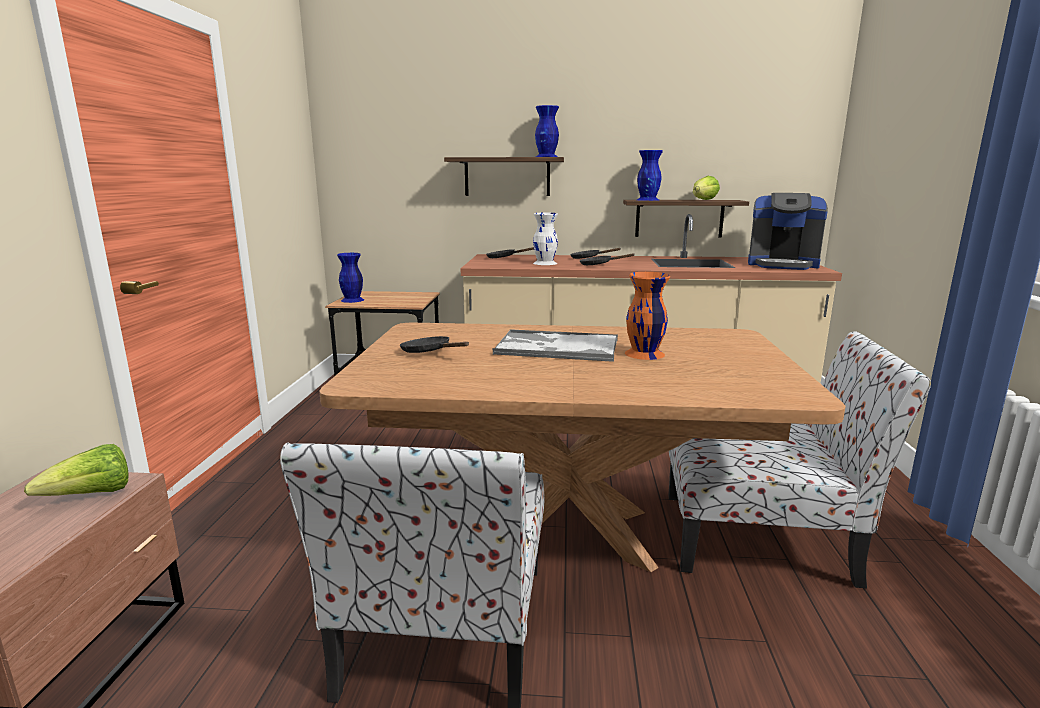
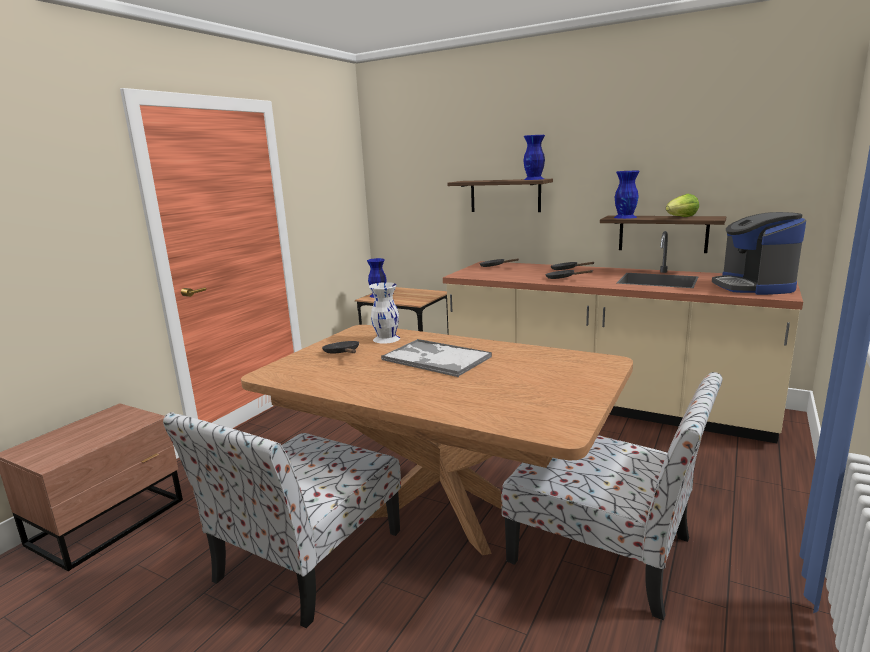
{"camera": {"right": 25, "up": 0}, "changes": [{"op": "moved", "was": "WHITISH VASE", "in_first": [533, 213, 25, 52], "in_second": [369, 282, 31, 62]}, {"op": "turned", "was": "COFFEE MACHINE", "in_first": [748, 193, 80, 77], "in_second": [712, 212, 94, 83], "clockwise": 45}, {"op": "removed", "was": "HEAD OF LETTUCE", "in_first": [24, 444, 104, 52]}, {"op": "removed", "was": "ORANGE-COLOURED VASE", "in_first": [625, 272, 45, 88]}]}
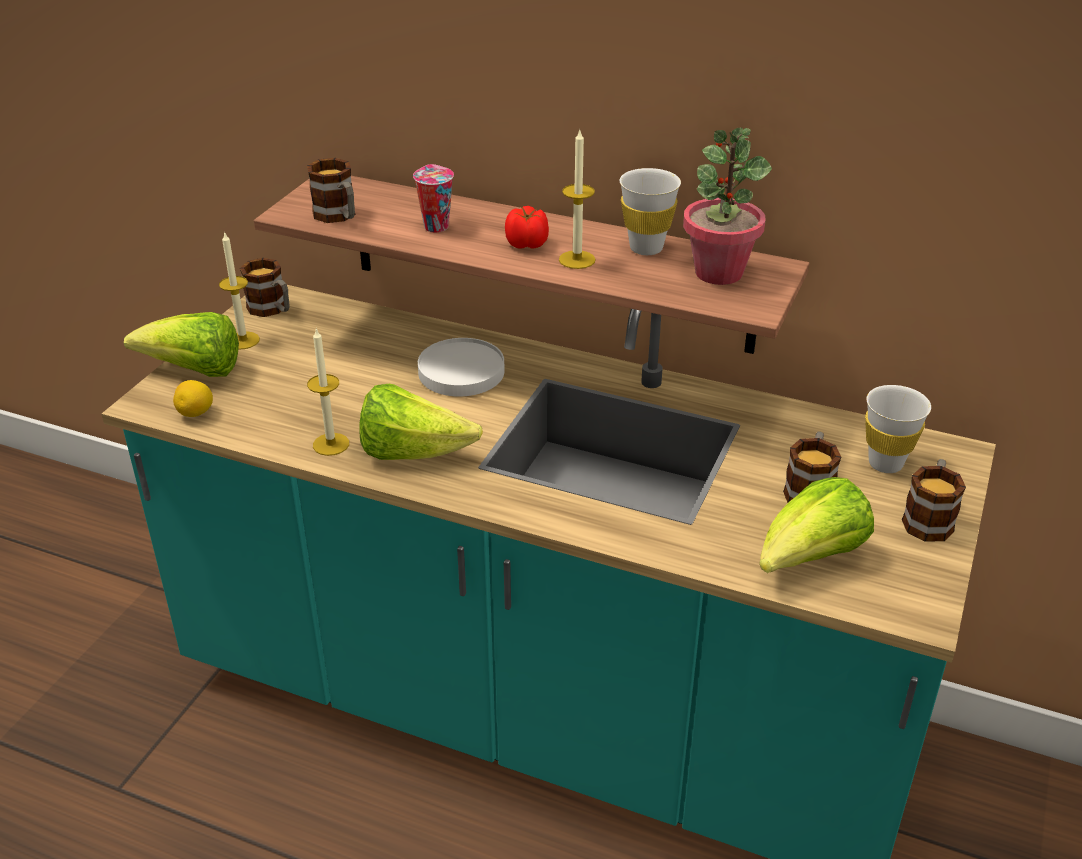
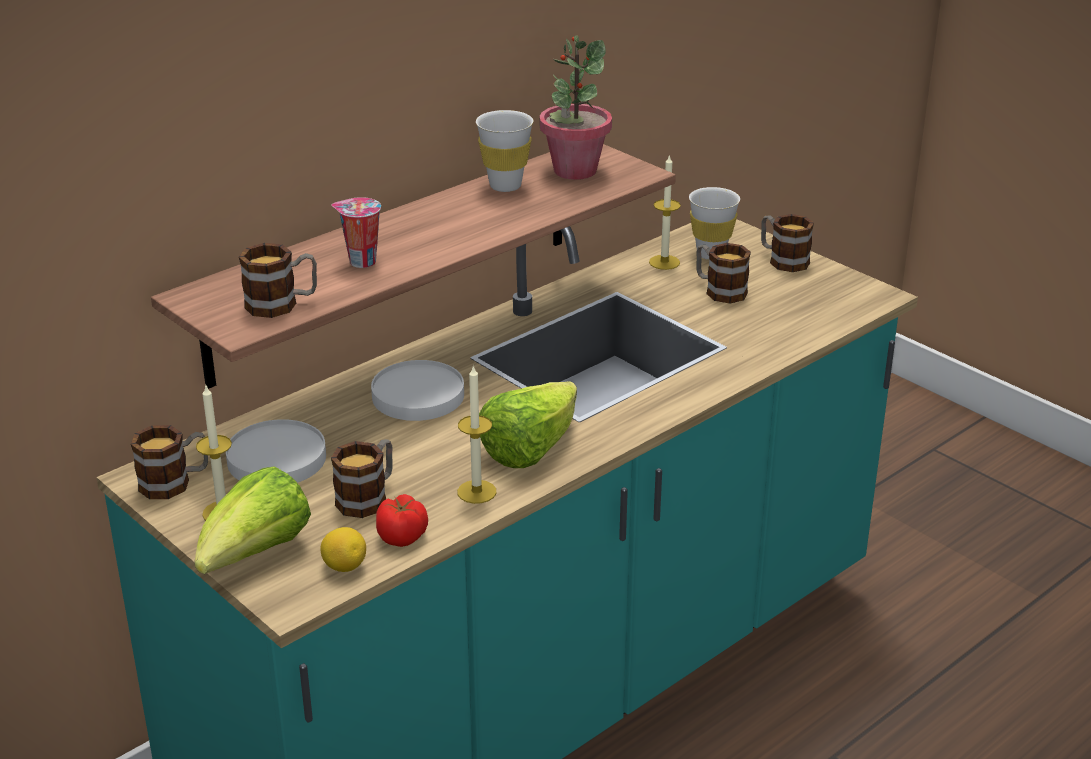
{"camera": {"right": -65, "up": -5}, "changes": [{"op": "added", "now": "WHITISH FLAT DISH", "in_second": [226, 419, 100, 64]}, {"op": "added", "now": "TEA MUG", "in_second": [331, 439, 62, 79]}, {"op": "moved", "was": "FRESH TOMATO", "in_first": [505, 206, 44, 42], "in_second": [376, 494, 52, 53]}, {"op": "moved", "was": "CANDLE", "in_first": [559, 130, 37, 139], "in_second": [649, 154, 32, 116]}, {"op": "removed", "was": "HEAD OF LETTUCE", "in_first": [759, 477, 115, 96]}]}
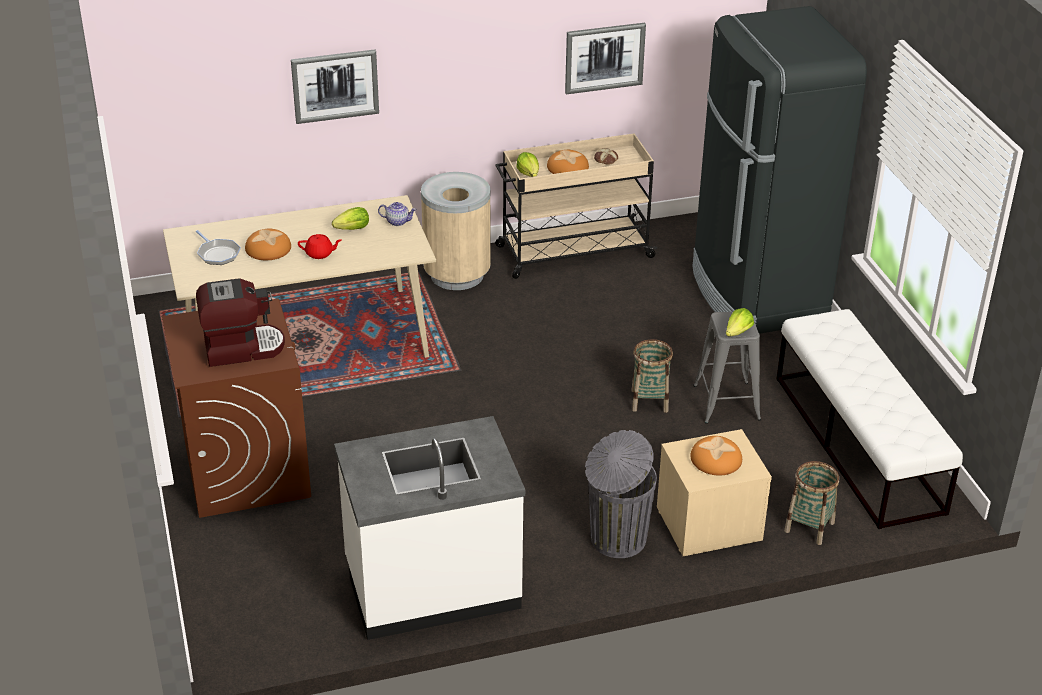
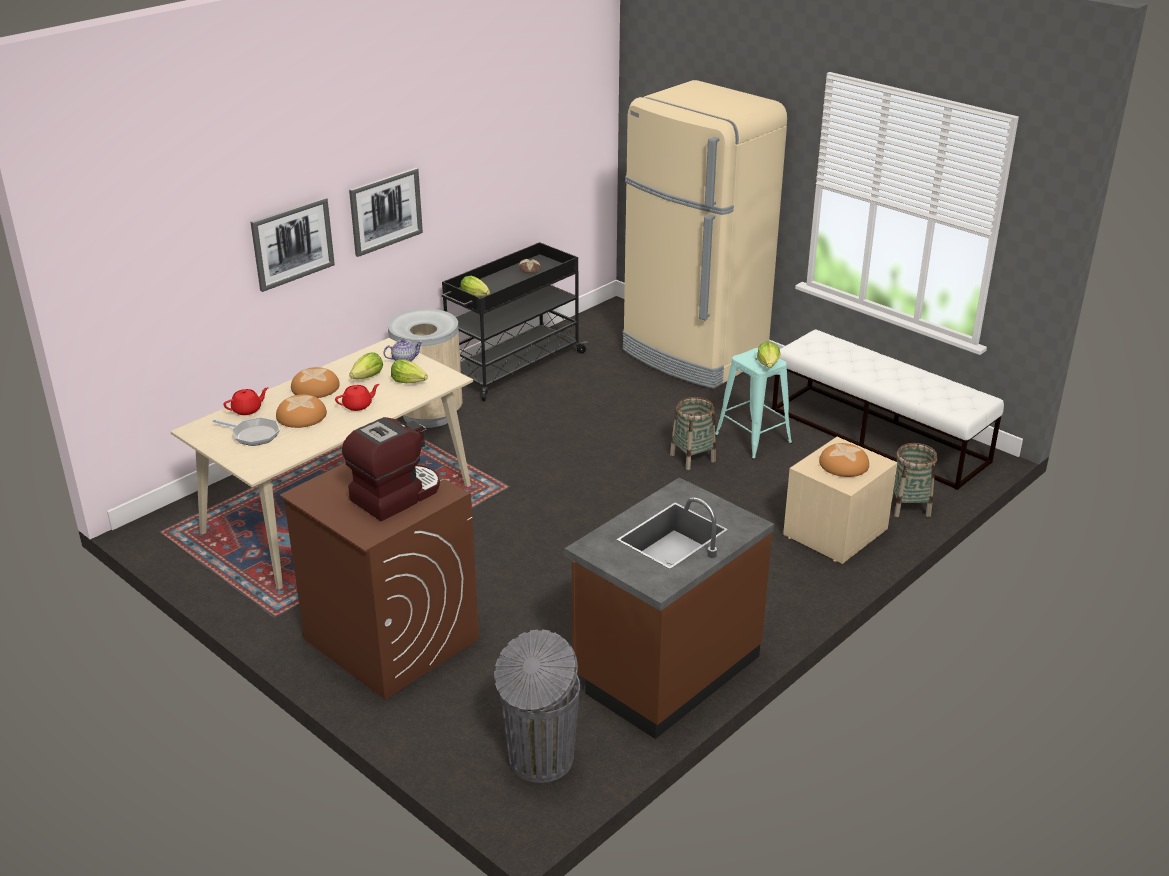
{"camera": {"right": -30, "up": -5}, "changes": [{"op": "added", "now": "RED TEA POT", "in_second": [223, 387, 46, 28]}, {"op": "moved", "was": "BREAD", "in_first": [547, 150, 42, 24], "in_second": [291, 367, 49, 31]}, {"op": "moved", "was": "PICTURE", "in_first": [565, 23, 81, 71], "in_second": [349, 168, 74, 89]}, {"op": "added", "now": "HEAD OF LETTUCE", "in_second": [391, 359, 37, 24]}, {"op": "recoloured", "was": "BEIGE-COLOURED CART", "now": "BLACK-COLOURED CART", "in_first": [495, 133, 163, 146], "in_second": [442, 242, 146, 159]}, {"op": "moved", "was": "GREYISH RUBBISH BIN", "in_first": [585, 430, 72, 128], "in_second": [494, 629, 86, 154]}, {"op": "recoloured", "was": "WHITISH KITCHEN COUNTER", "now": "BROWN-COLOURED KITCHEN COUNTER", "in_first": [334, 416, 191, 224], "in_second": [564, 477, 210, 262]}, {"op": "recoloured", "was": "BLACK-COLOURED FRIDGE", "now": "BEIGE-COLOURED FRIDGE", "in_first": [692, 6, 175, 328], "in_second": [623, 80, 164, 309]}, {"op": "recoloured", "was": "GREYISH STOOL", "now": "TURQUOISE STOOL", "in_first": [693, 312, 68, 112], "in_second": [715, 348, 77, 112]}]}
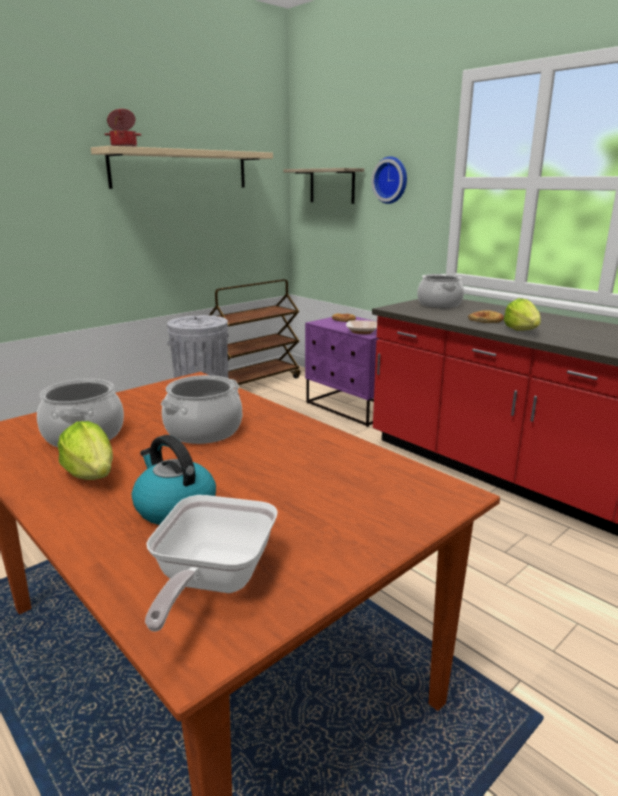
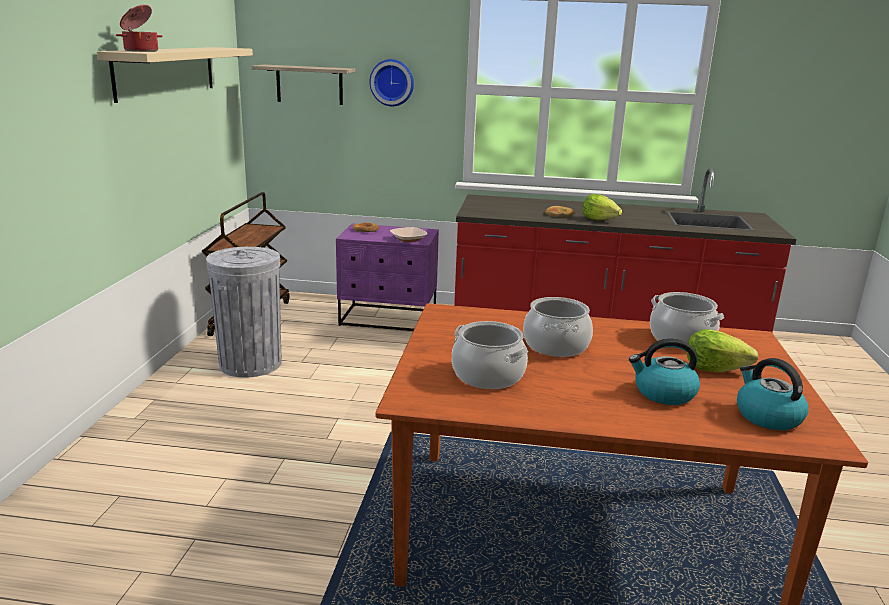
{"camera": {"right": -40, "up": 0}, "changes": [{"op": "moved", "was": "COOKING POT", "in_first": [417, 274, 47, 34], "in_second": [650, 292, 74, 51]}, {"op": "moved", "was": "HEAD OF LETTUCE", "in_first": [58, 421, 55, 59], "in_second": [687, 329, 71, 43]}, {"op": "replaced", "was": "PAN", "now": "KETTLE", "in_first": [145, 495, 133, 137], "in_second": [737, 358, 71, 72]}]}
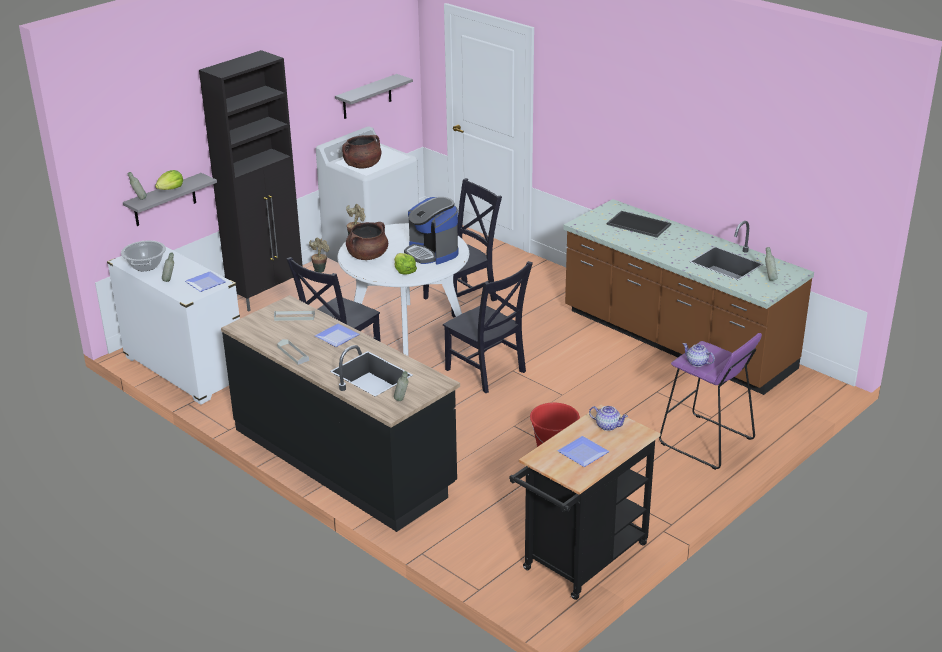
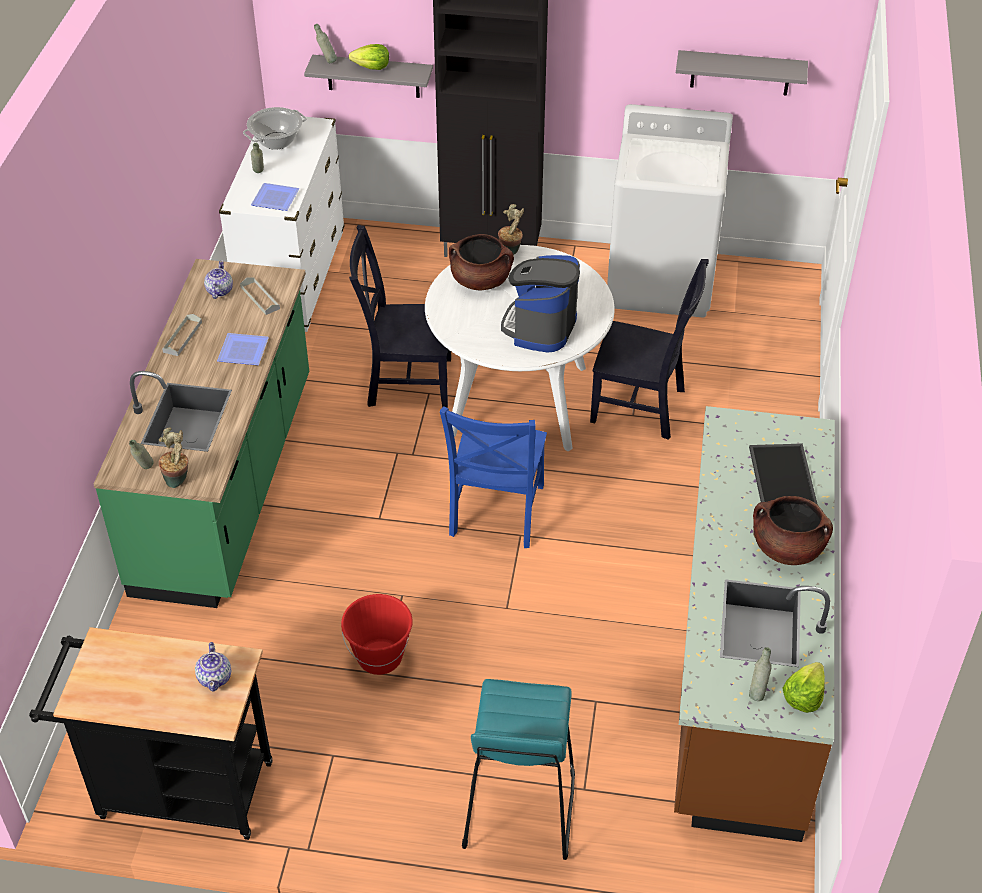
{"camera": {"right": 55, "up": 15}, "changes": [{"op": "recoloured", "was": "BLACK-COLOURED KITCHEN COUNTER", "now": "GREEN KITCHEN COUNTER", "in_first": [221, 295, 239, 237], "in_second": [94, 259, 215, 349]}, {"op": "moved", "was": "HOUSEPLANT", "in_first": [309, 237, 20, 36], "in_second": [158, 427, 30, 61]}, {"op": "moved", "was": "TEA POT", "in_first": [683, 343, 32, 24], "in_second": [204, 260, 29, 39]}, {"op": "recoloured", "was": "BLACK-COLOURED CHAIR", "now": "BLUE-COLOURED CHAIR", "in_first": [443, 261, 90, 132], "in_second": [440, 406, 107, 142]}, {"op": "recoloured", "was": "PURPLISH STOOL", "now": "TURQUOISE STOOL", "in_first": [659, 333, 103, 137], "in_second": [462, 679, 113, 181]}, {"op": "moved", "was": "BROWN-COLOURED COOKING POT", "in_first": [342, 135, 39, 33], "in_second": [753, 496, 80, 69]}, {"op": "moved", "was": "HEAD OF LETTUCE", "in_first": [394, 253, 23, 22], "in_second": [782, 662, 43, 51]}, {"op": "removed", "was": "FLAT DISH", "in_first": [557, 436, 52, 31]}]}
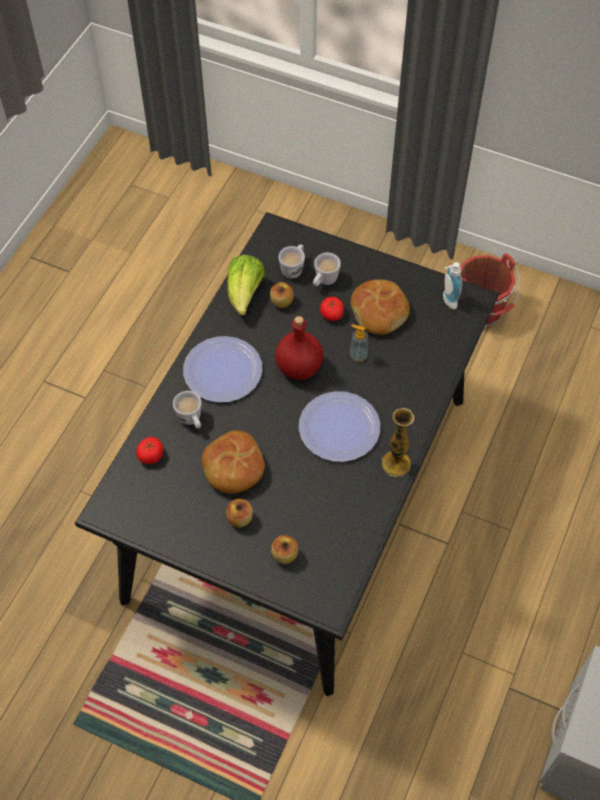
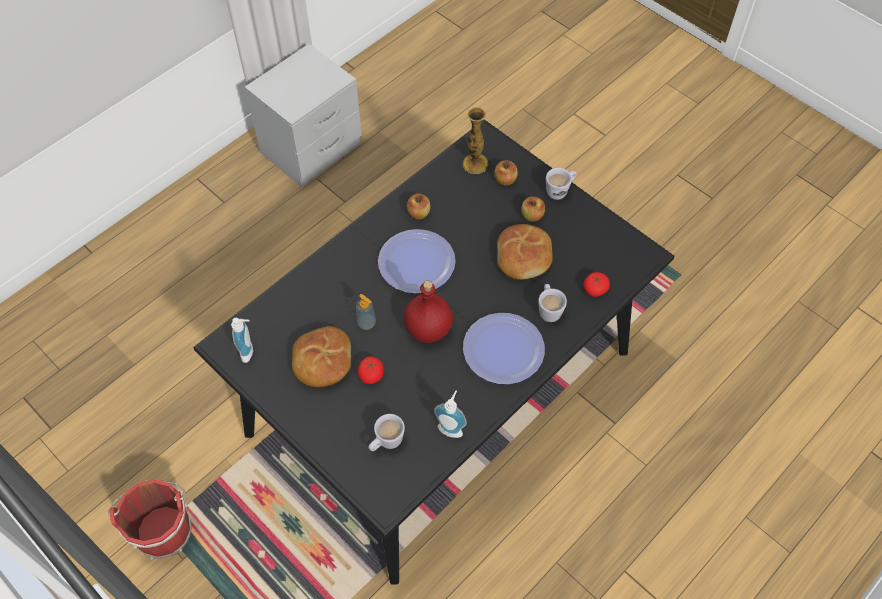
{"camera": {"right": -160, "up": 0}, "changes": [{"op": "moved", "was": "APPLE", "in_first": [270, 282, 24, 26], "in_second": [407, 194, 23, 25]}, {"op": "replaced", "was": "HEAD OF LETTUCE", "now": "SOAP DISPENSER", "in_first": [227, 255, 38, 60], "in_second": [434, 391, 33, 47]}, {"op": "moved", "was": "VASE", "in_first": [382, 408, 32, 69], "in_second": [463, 107, 25, 67]}, {"op": "moved", "was": "WHITISH TEA MUG", "in_first": [313, 253, 28, 33], "in_second": [546, 168, 31, 32]}]}
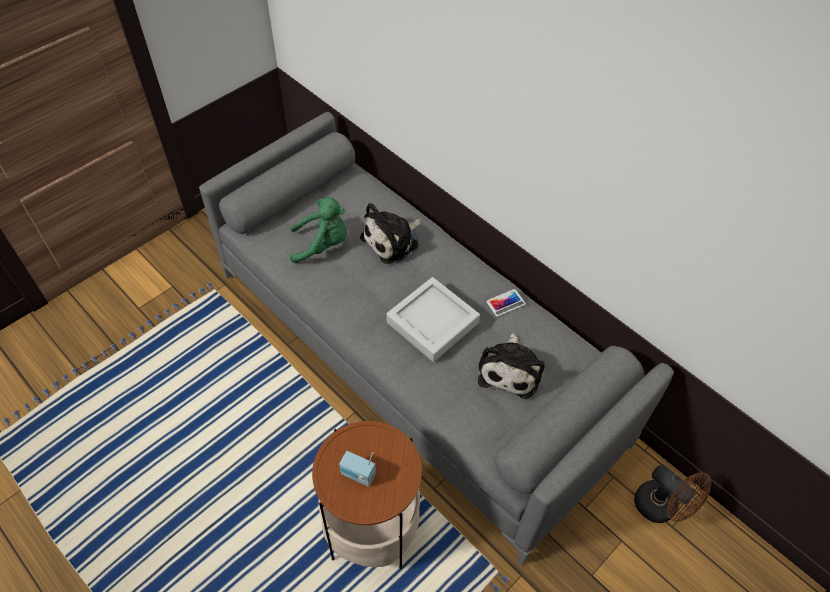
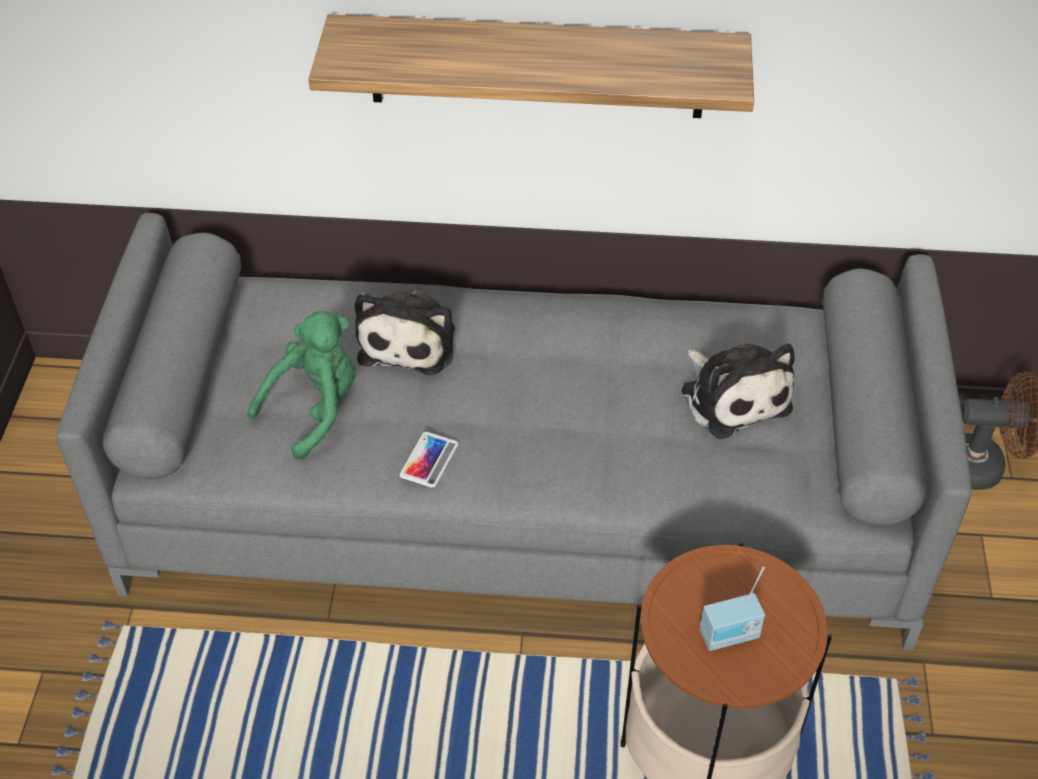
{"camera": {"right": -40, "up": -5}, "changes": [{"op": "added", "now": "WALL SHELF", "in_second": [308, 14, 446, 104]}, {"op": "moved", "was": "TELEPHONE", "in_first": [486, 289, 40, 28], "in_second": [399, 432, 60, 56]}, {"op": "removed", "was": "GREYISH TRAY", "in_first": [386, 277, 94, 85]}]}
